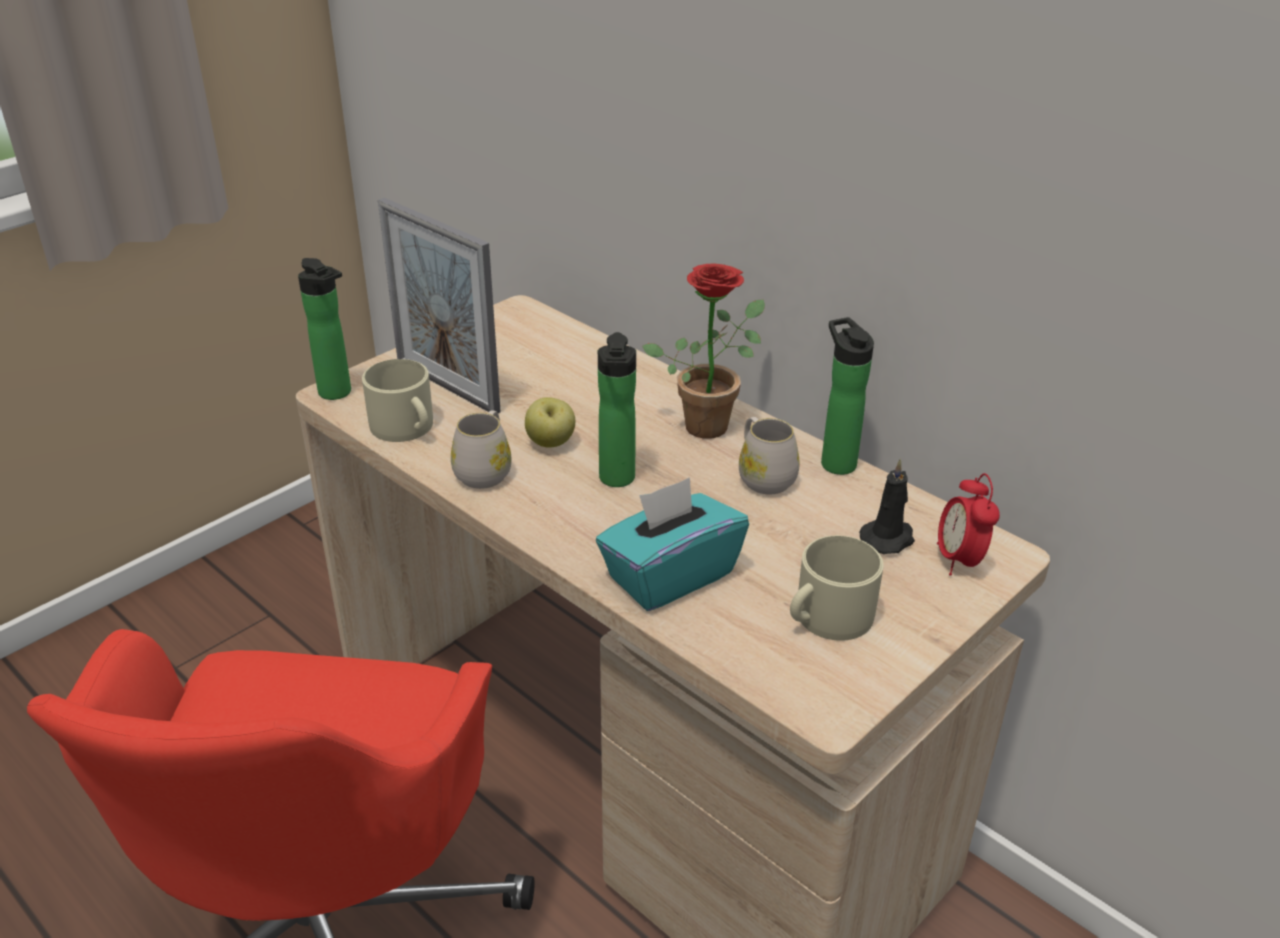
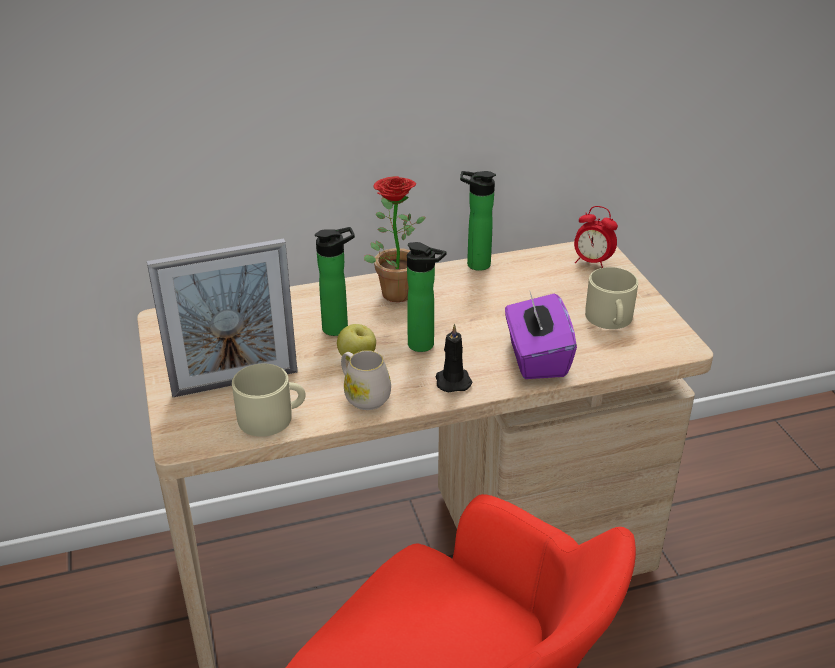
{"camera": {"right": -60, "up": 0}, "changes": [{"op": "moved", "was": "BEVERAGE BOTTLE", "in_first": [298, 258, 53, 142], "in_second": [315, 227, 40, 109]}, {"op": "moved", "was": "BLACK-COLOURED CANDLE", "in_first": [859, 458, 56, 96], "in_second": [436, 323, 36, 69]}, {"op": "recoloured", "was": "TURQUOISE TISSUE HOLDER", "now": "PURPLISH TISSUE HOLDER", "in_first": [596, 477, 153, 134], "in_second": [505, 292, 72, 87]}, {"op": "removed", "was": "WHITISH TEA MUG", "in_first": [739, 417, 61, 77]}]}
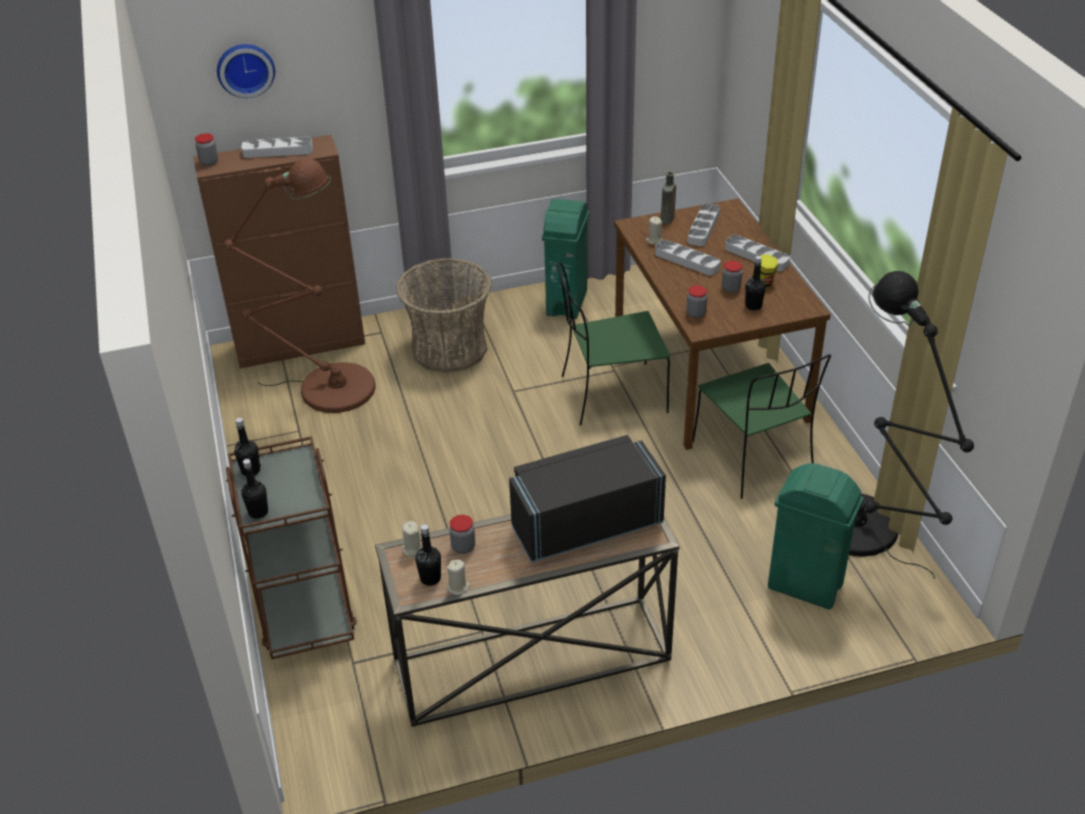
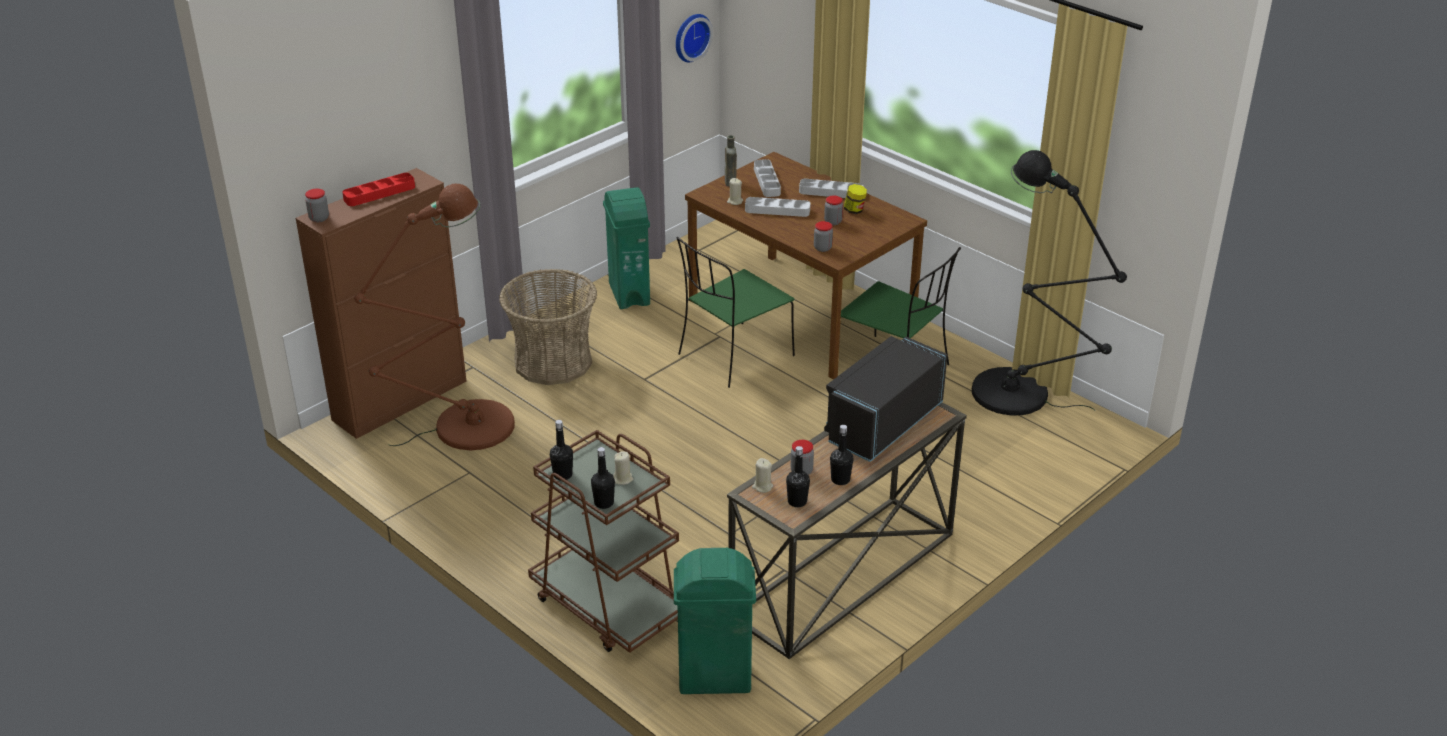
{"camera": {"right": -30, "up": -5}, "changes": [{"op": "recoloured", "was": "GREYISH TRAY", "now": "RED TRAY", "in_first": [241, 137, 72, 21], "in_second": [342, 173, 73, 33]}, {"op": "moved", "was": "BEIGE-COLOURED CANDLE", "in_first": [447, 560, 23, 35], "in_second": [613, 451, 20, 34]}, {"op": "moved", "was": "GREEN RUBBISH BIN", "in_first": [768, 463, 95, 147], "in_second": [674, 548, 82, 146]}, {"op": "moved", "was": "WALL CLOCK", "in_first": [217, 44, 58, 54], "in_second": [676, 14, 37, 48]}, {"op": "moved", "was": "BLACK-COLOURED BEVERAGE BOTTLE", "in_first": [745, 256, 21, 54], "in_second": [830, 425, 23, 60]}]}
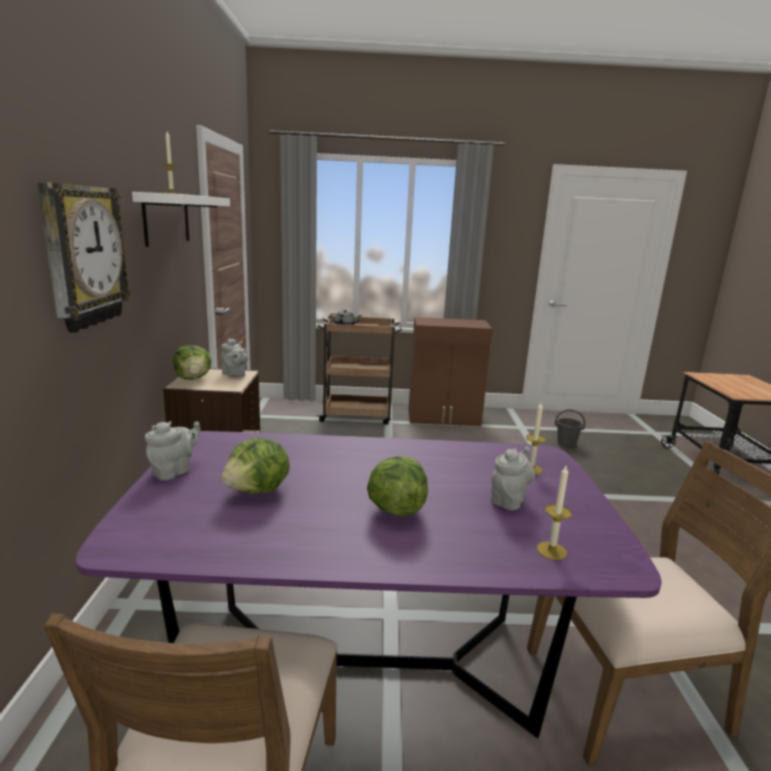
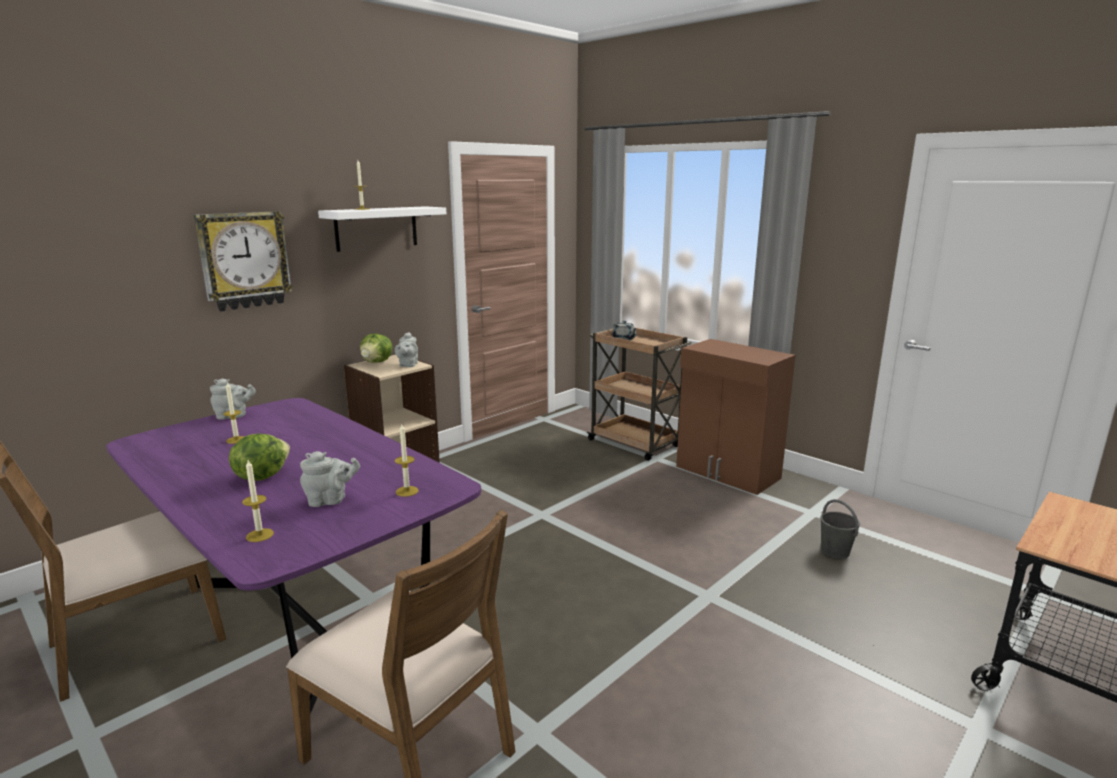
{"camera": {"right": 45, "up": 0}, "changes": [{"op": "replaced", "was": "HEAD OF LETTUCE", "now": "CANDLE", "in_first": [221, 438, 69, 56], "in_second": [223, 382, 21, 62]}]}
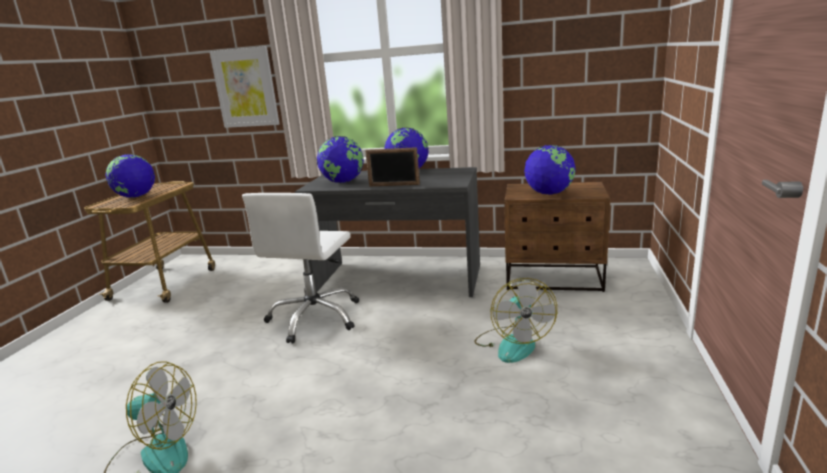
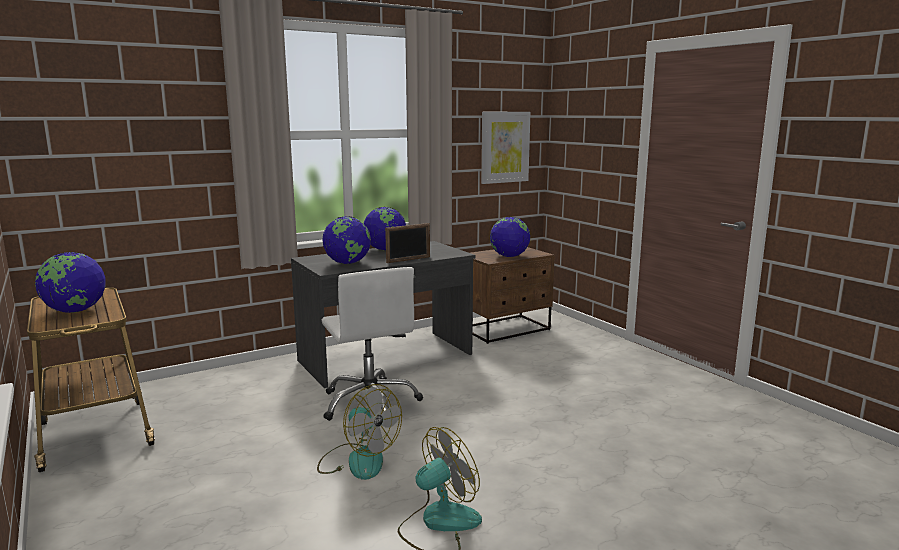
{"camera": {"right": -45, "up": -5}, "changes": [{"op": "moved", "was": "ELECTRIC FAN", "in_first": [474, 278, 83, 85], "in_second": [317, 384, 85, 96]}, {"op": "moved", "was": "PICTURE", "in_first": [210, 46, 69, 82], "in_second": [481, 112, 50, 72]}]}
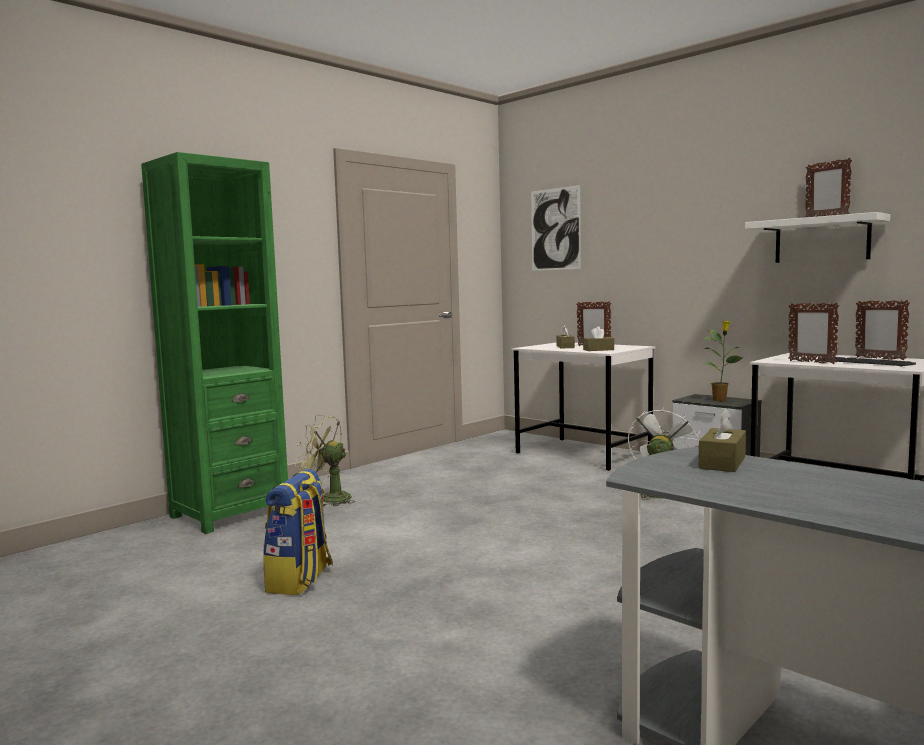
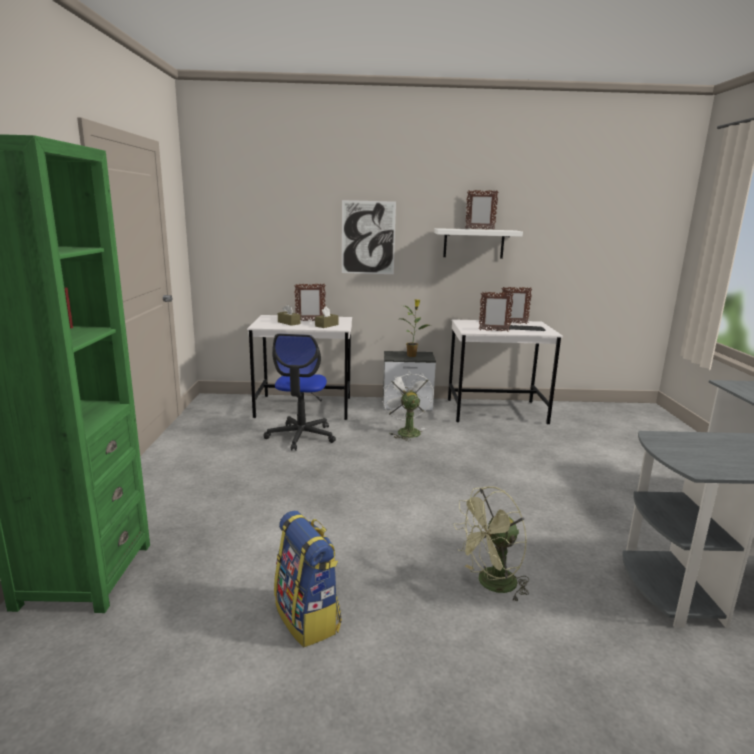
{"camera": {"right": -45, "up": 10}, "changes": [{"op": "added", "now": "OFFICE CHAIR", "in_second": [264, 334, 72, 117]}, {"op": "moved", "was": "PICTURE", "in_first": [531, 185, 50, 86], "in_second": [342, 200, 54, 74]}, {"op": "moved", "was": "GREEN ELECTRIC FAN", "in_first": [295, 415, 61, 91], "in_second": [454, 486, 75, 115]}, {"op": "removed", "was": "BROWN-COLOURED TISSUE HOLDER", "in_first": [699, 408, 47, 64]}]}
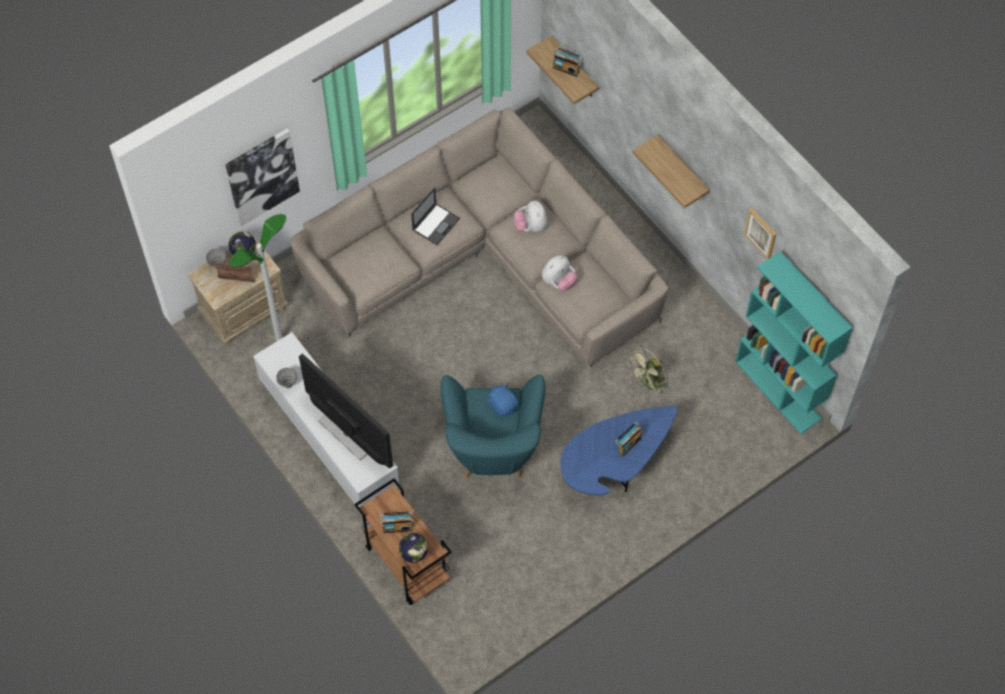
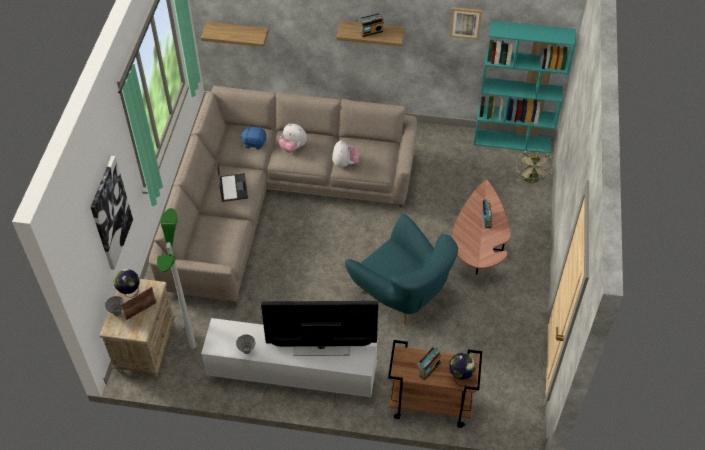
{"camera": {"right": -45, "up": -10}, "changes": [{"op": "moved", "was": "BLUE-COLOURED CUDDLY TOY", "in_first": [487, 384, 31, 33], "in_second": [240, 125, 27, 24]}, {"op": "moved", "was": "RADIO SET", "in_first": [553, 47, 30, 30], "in_second": [359, 13, 25, 24]}, {"op": "recoloured", "was": "BLUE-COLOURED LOW TABLE", "now": "BROWN-COLOURED LOW TABLE", "in_first": [560, 406, 118, 89], "in_second": [452, 179, 59, 96]}, {"op": "moved", "was": "GREEN ELECTRIC FAN", "in_first": [628, 348, 41, 47], "in_second": [516, 149, 37, 34]}]}
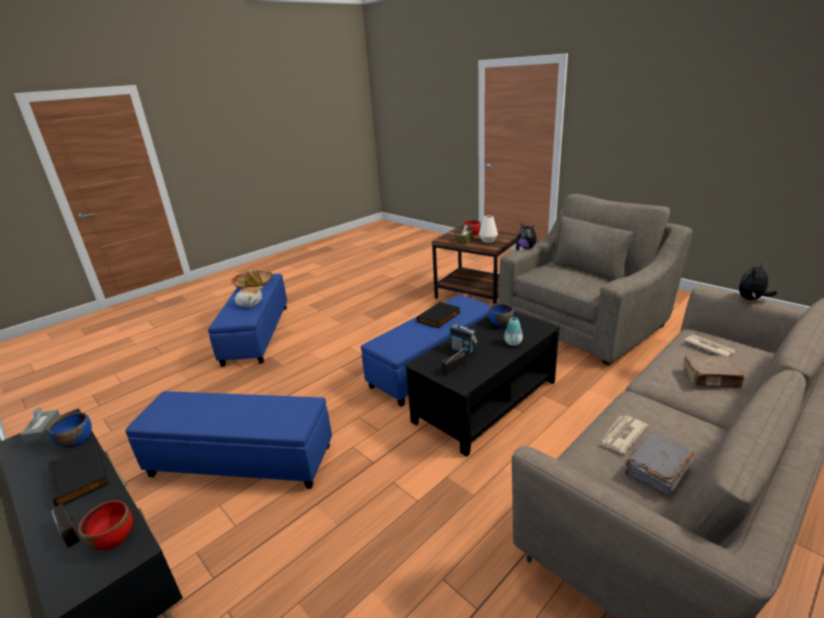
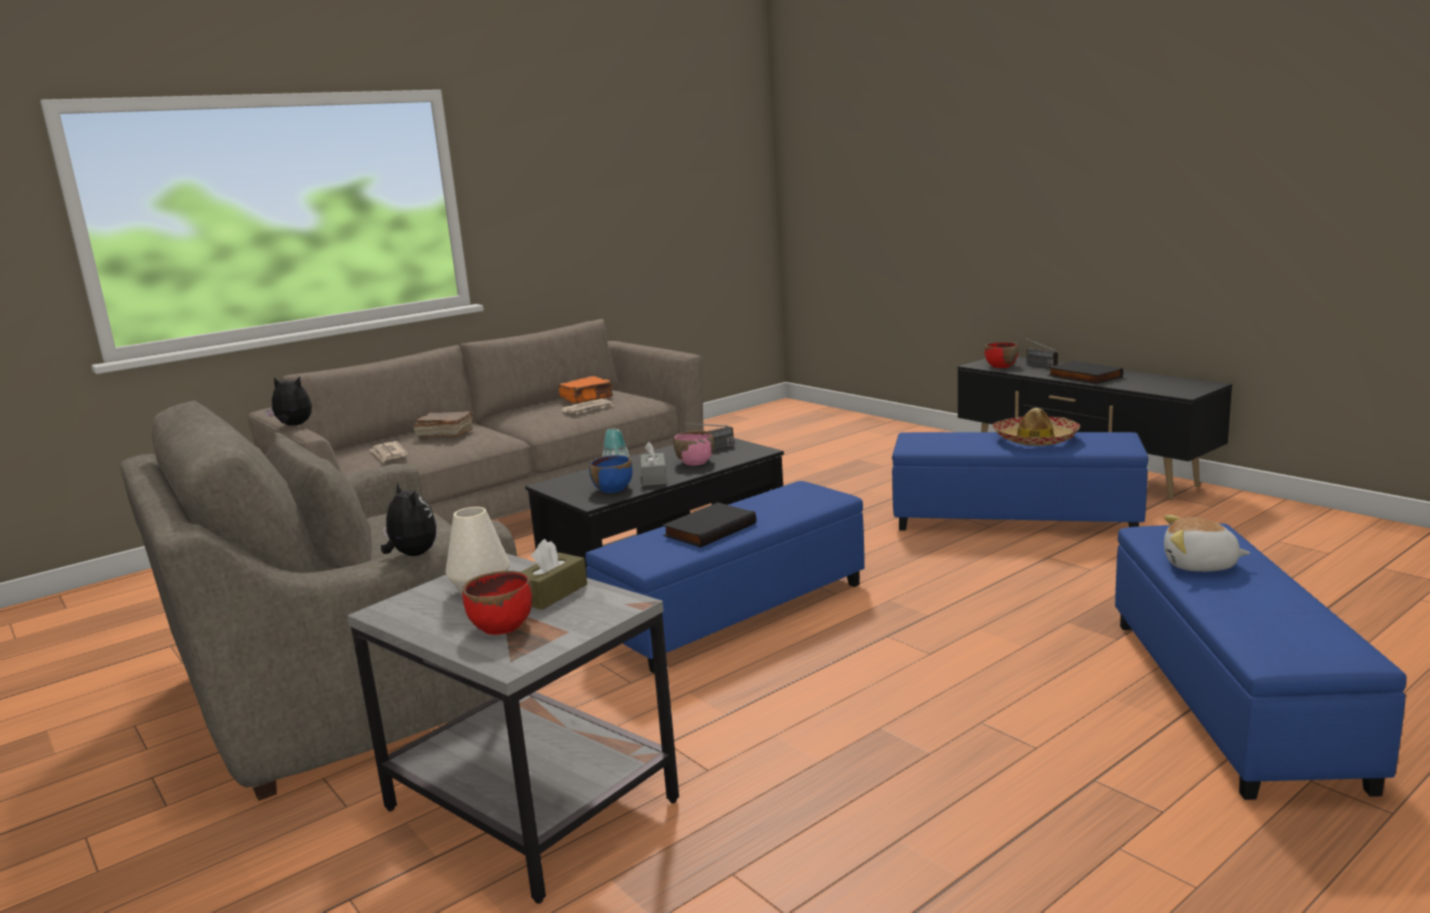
{"camera": {"right": -175, "up": -10}, "changes": [{"op": "turned", "was": "CUDDLY TOY", "in_first": [738, 262, 39, 38], "in_second": [265, 377, 47, 49], "clockwise": -135}, {"op": "recoloured", "was": "BROWN-COLOURED ACCENT TABLE", "now": "GREYISH ACCENT TABLE", "in_first": [432, 226, 88, 78], "in_second": [347, 553, 332, 351]}, {"op": "recoloured", "was": "GREYISH VOLUME", "now": "ORANGE-COLOURED VOLUME", "in_first": [625, 432, 69, 63], "in_second": [559, 376, 54, 27]}, {"op": "moved", "was": "GREYISH TISSUE HOLDER", "in_first": [20, 408, 41, 39], "in_second": [641, 442, 26, 44]}, {"op": "replaced", "was": "RADIO SET", "now": "PINK SERVING BOWL", "in_first": [449, 314, 29, 41], "in_second": [674, 430, 40, 36]}, {"op": "moved", "was": "CLOTHING HAT", "in_first": [231, 269, 42, 20], "in_second": [992, 408, 88, 38]}, {"op": "removed", "was": "BLUE-COLOURED SERVING BOWL", "in_first": [48, 412, 44, 36]}]}
